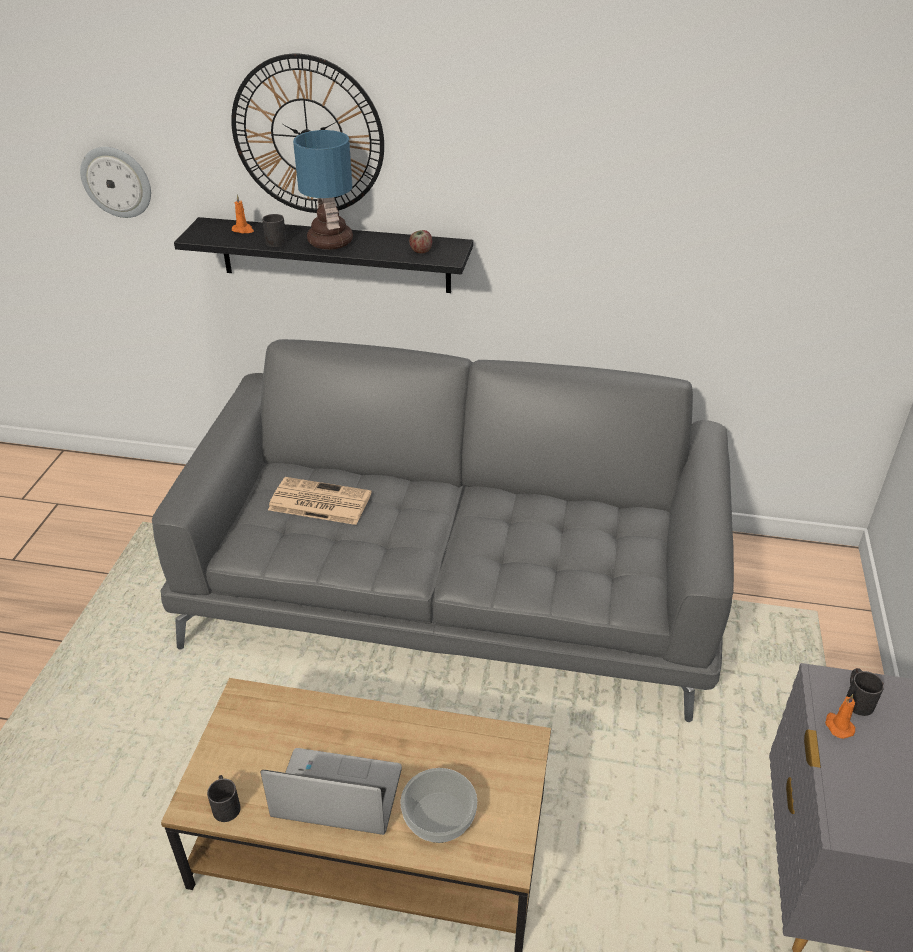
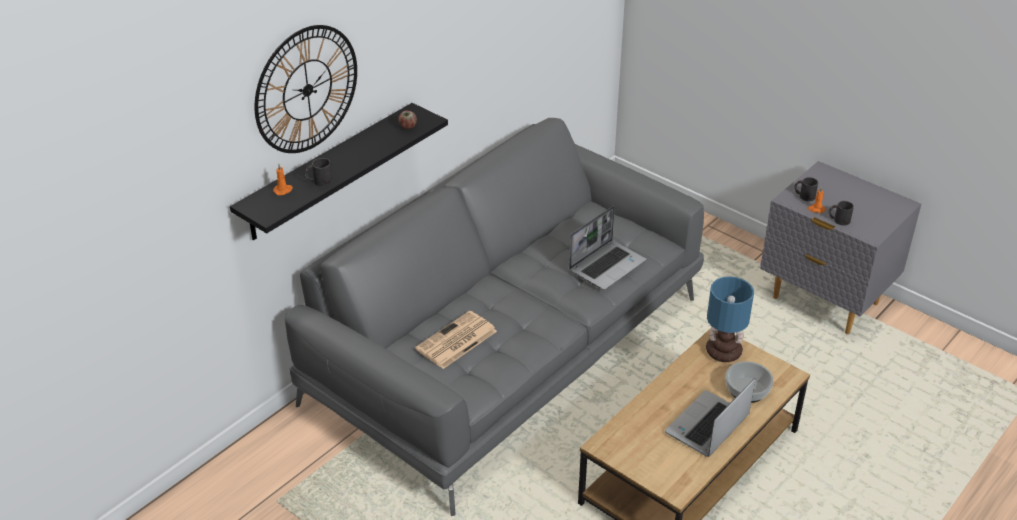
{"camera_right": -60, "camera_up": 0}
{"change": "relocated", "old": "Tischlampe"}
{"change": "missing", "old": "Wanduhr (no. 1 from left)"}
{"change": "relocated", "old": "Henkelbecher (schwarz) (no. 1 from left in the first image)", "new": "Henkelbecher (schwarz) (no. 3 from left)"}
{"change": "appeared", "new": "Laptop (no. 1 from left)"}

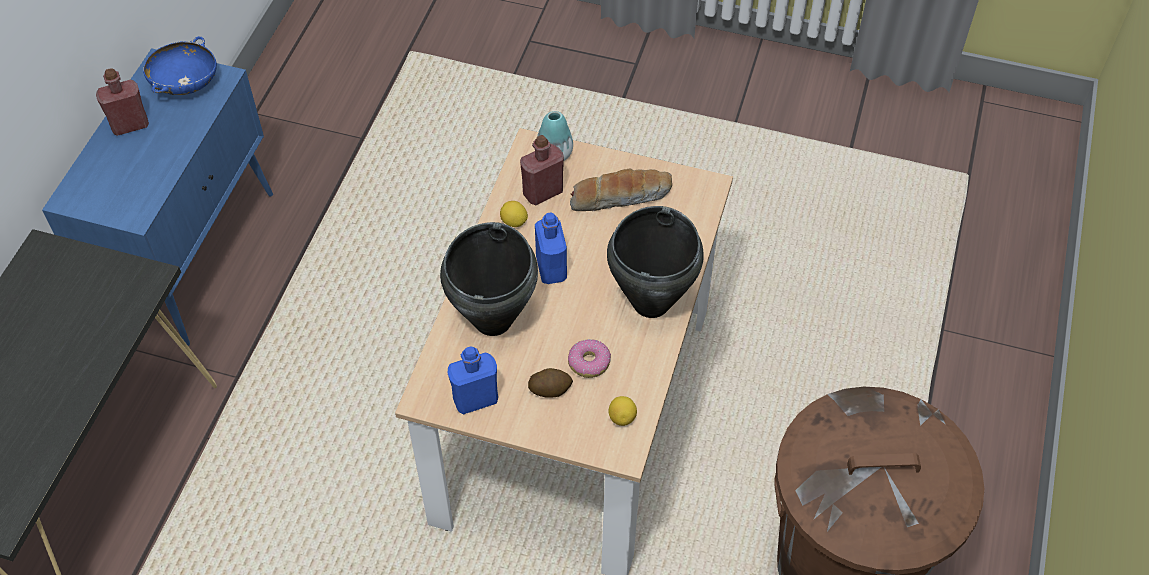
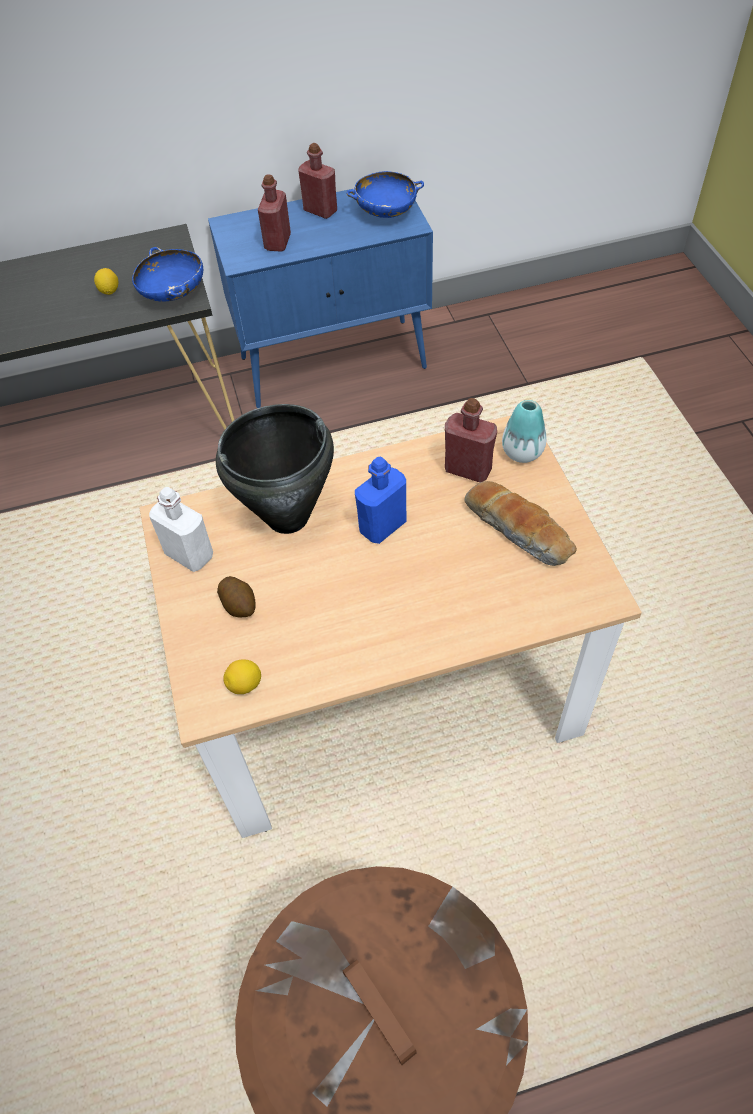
{"camera_right": 60, "camera_up": 0}
{"change": "relocated", "old": "Zitrone (no. 1 from left)"}
{"change": "missing", "old": "Kochtopf (schwarz) (no. 2 from left)"}
{"change": "missing", "old": "Donut"}
{"change": "colour", "old": "Flasche (blau) (no. 1 from left)", "new": "Flasche (weiß)"}
{"change": "appeared", "new": "Flasche (rot) (no. 1 from left)"}
{"change": "appeared", "new": "Schüssel (blau) (no. 1 from left)"}

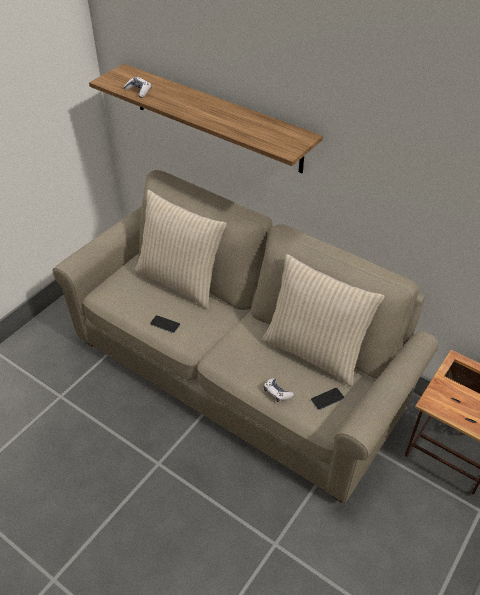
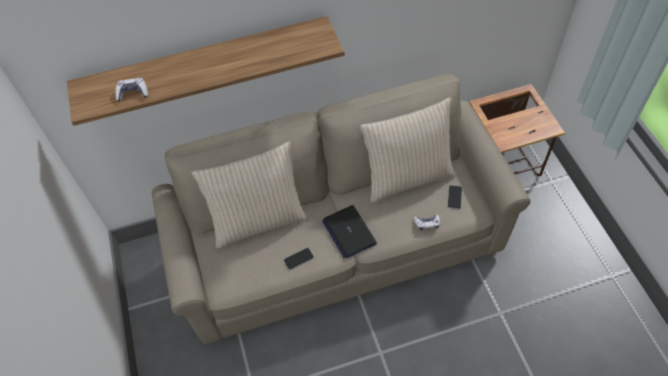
{"camera_right": -50, "camera_up": 10}
{"change": "appeared", "new": "Laptop"}

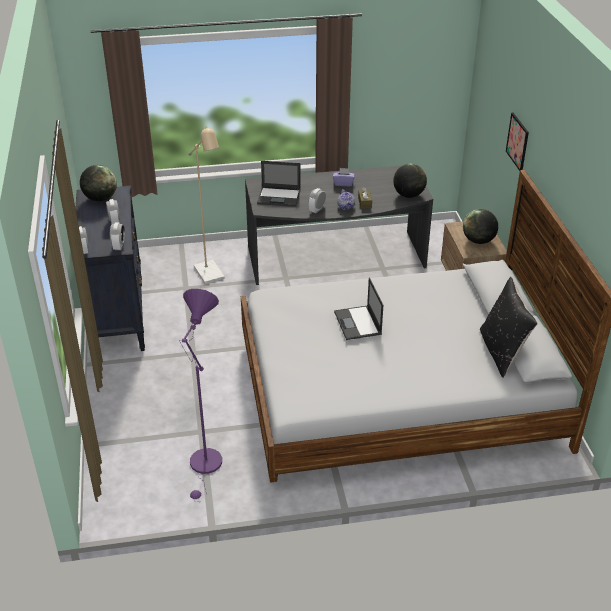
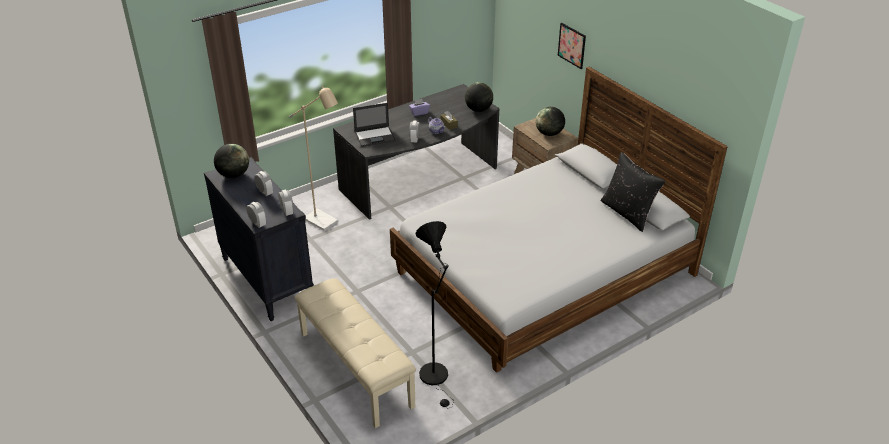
{"camera_right": -25, "camera_up": 0}
{"change": "missing", "old": "Laptop (no. 2 from left)"}
{"change": "colour", "old": "Stehlampe (lila)", "new": "Stehlampe (schwarz)"}
{"change": "appeared", "new": "Bank (beige)"}

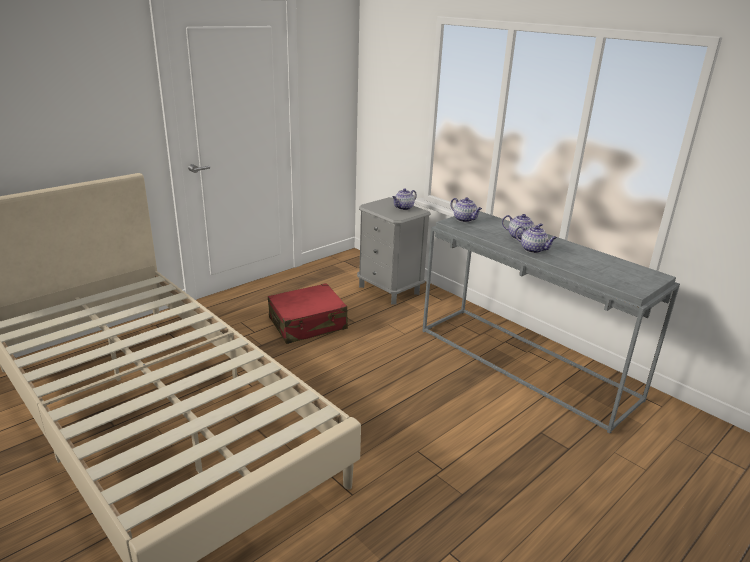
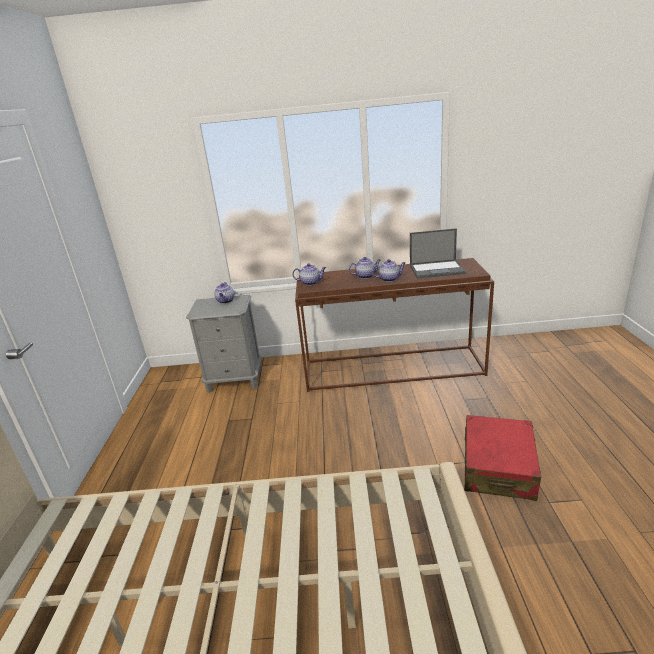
{"camera_right": -45, "camera_up": 0}
{"change": "colour", "old": "Konsolentisch (grau)", "new": "Konsolentisch (braun)"}
{"change": "relocated", "old": "Koffer (rot)"}
{"change": "appeared", "new": "Laptop"}

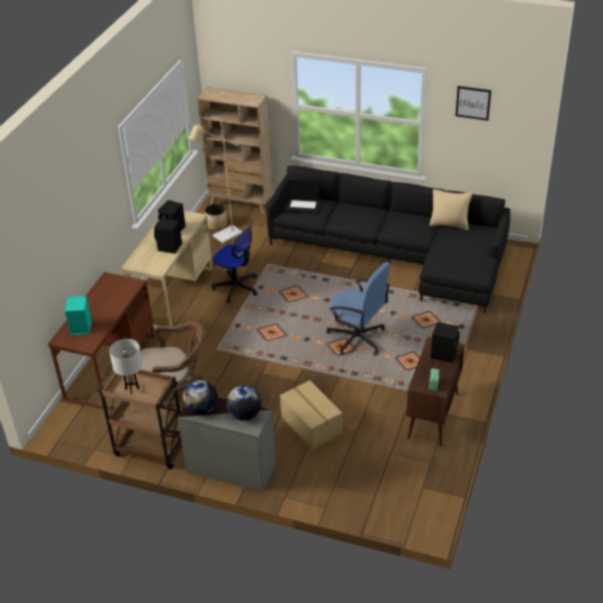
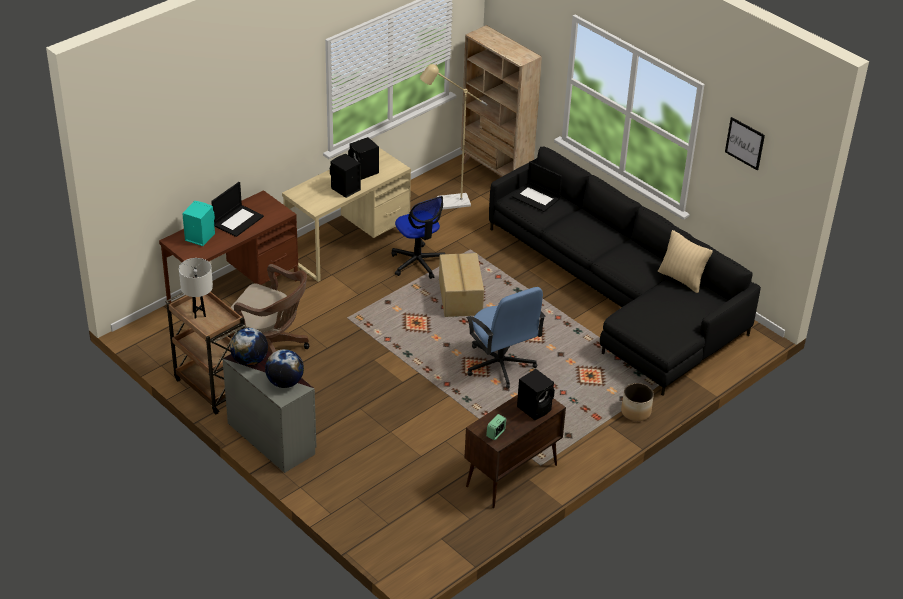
{"camera_right": 25, "camera_up": 0}
{"change": "relocated", "old": "Pflanzkübel"}
{"change": "relocated", "old": "Karton"}
{"change": "appeared", "new": "Laptop (no. 1 from left)"}

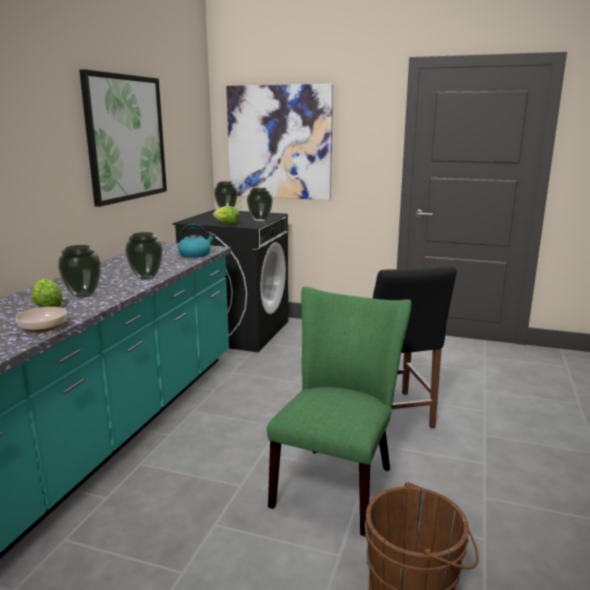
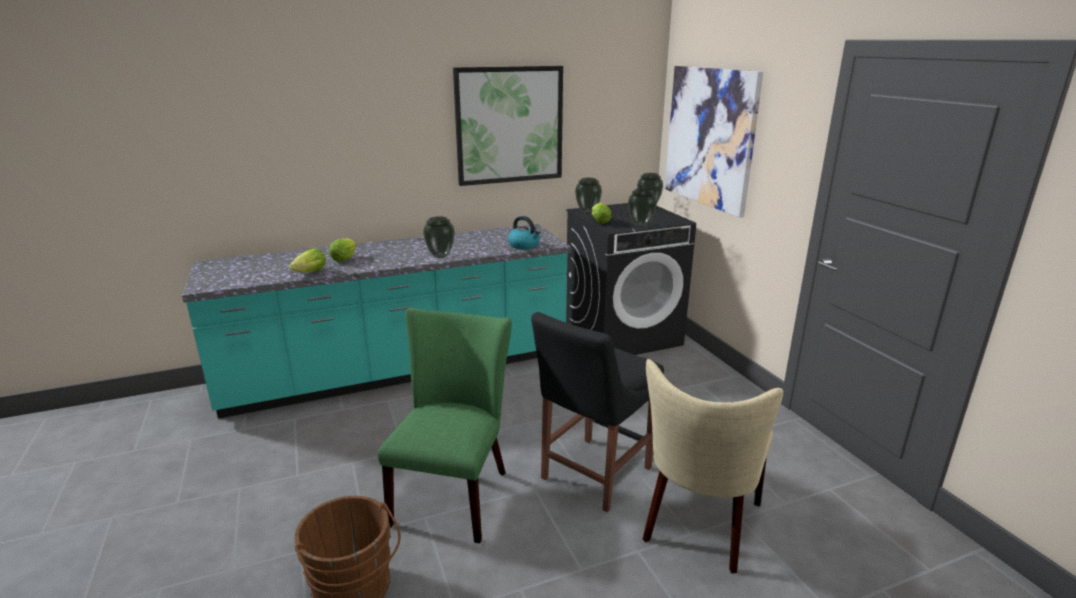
{"camera_right": 50, "camera_up": 5}
{"change": "relocated", "old": "Vase (no. 1 from left in the first image)", "new": "Vase (no. 2 from left)"}
{"change": "spun", "old": "Stuhl (grün)", "degrees": -60}
{"change": "exchanged", "old": "Schüssel", "new": "Salatkopf (no. 1 from left)"}
{"change": "appeared", "new": "Stuhl (beige)"}

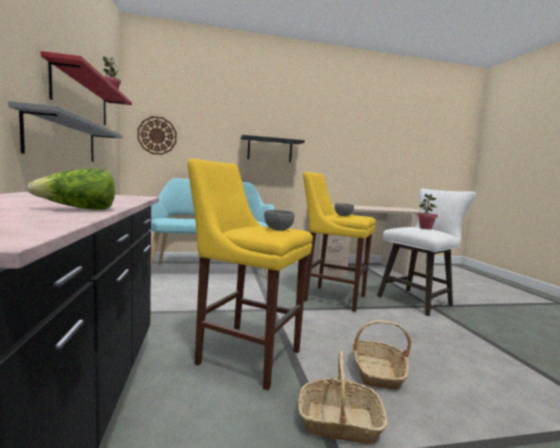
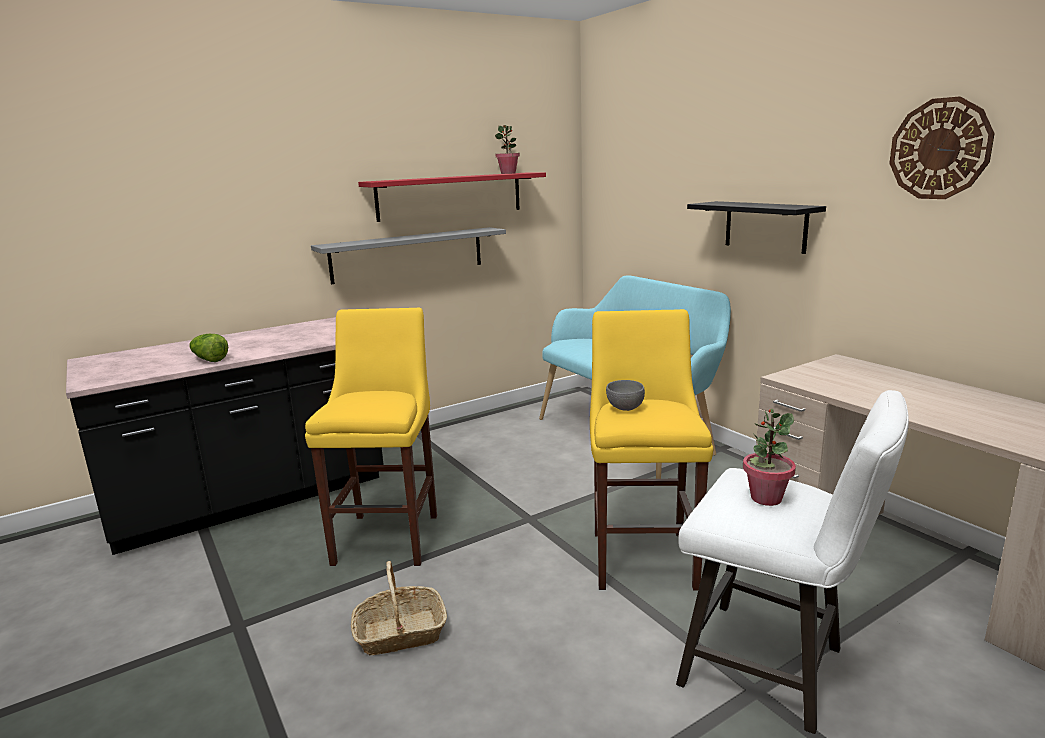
{"camera_right": 70, "camera_up": 10}
{"change": "relocated", "old": "Wanduhr"}
{"change": "missing", "old": "Schüssel (grau) (no. 1 from left)"}
{"change": "missing", "old": "Korb (no. 1 from left)"}

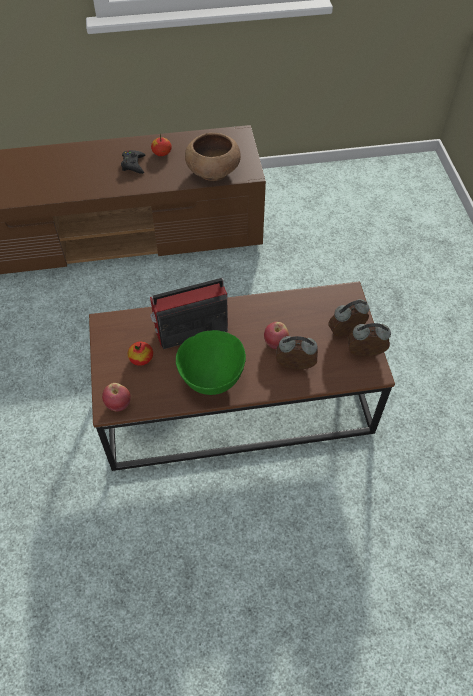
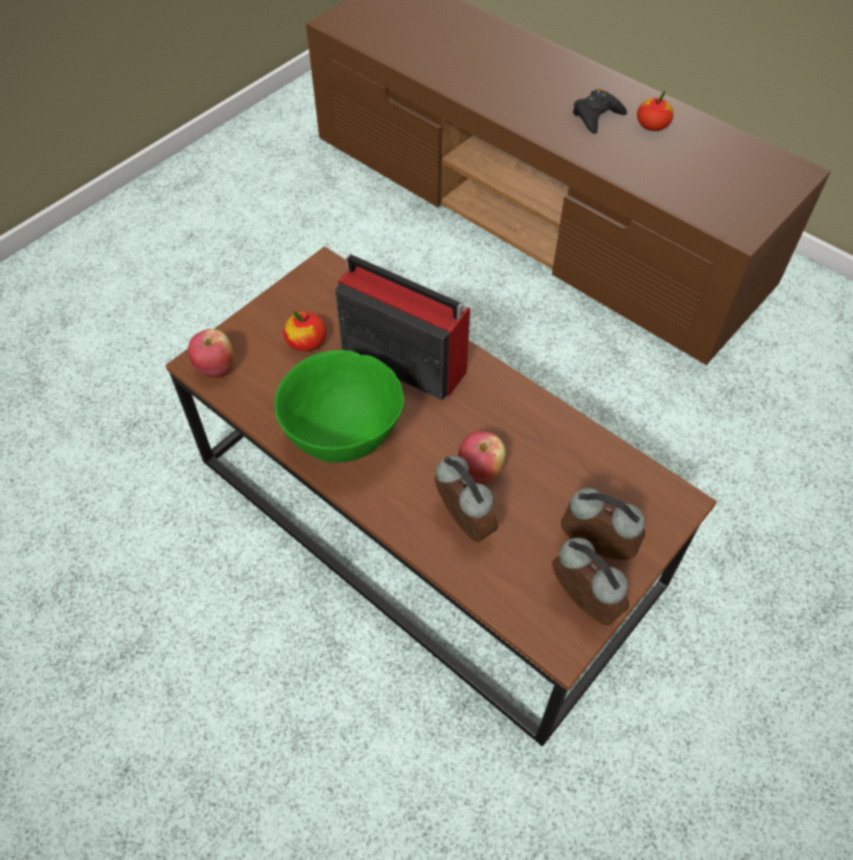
{"camera_right": 50, "camera_up": 0}
{"change": "missing", "old": "Schüssel (braun)"}

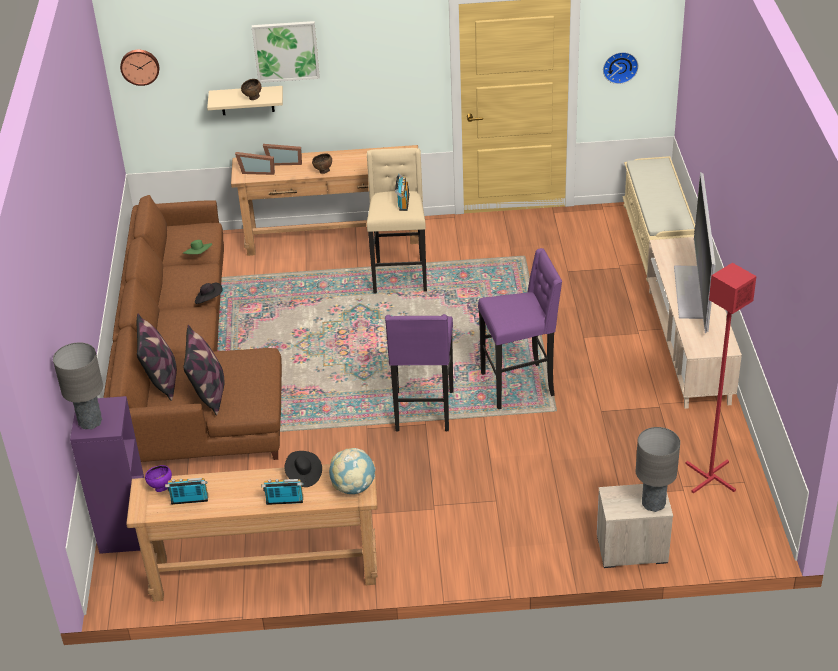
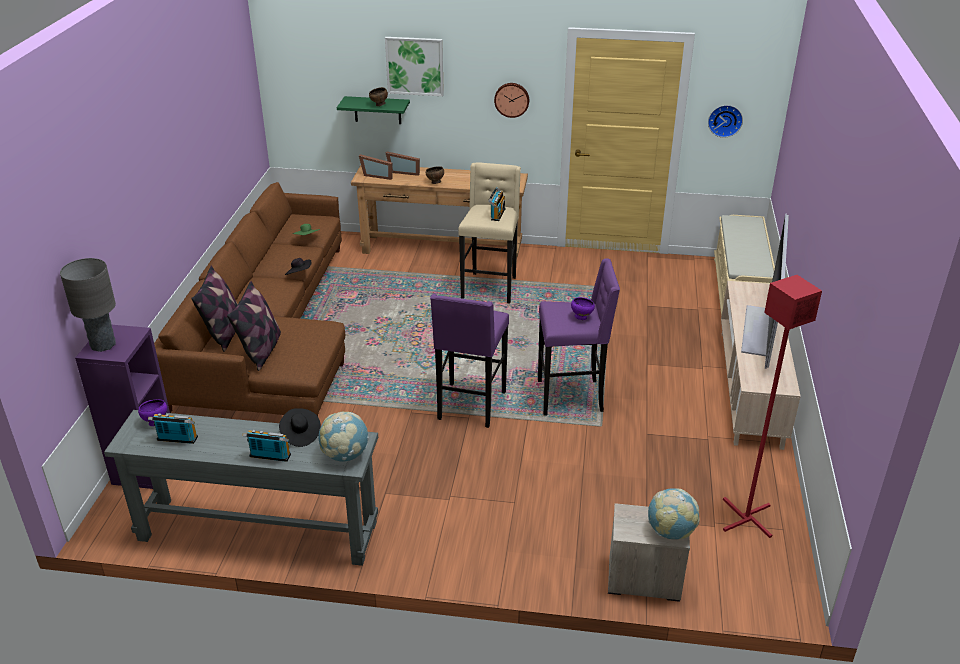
{"camera_right": 10, "camera_up": -5}
{"change": "relocated", "old": "Wanduhr (no. 1 from left)"}
{"change": "colour", "old": "Wandregal (beige)", "new": "Wandregal (grün)"}
{"change": "exchanged", "old": "Tischlampe (grau) (no. 2 from left)", "new": "Globus (no. 2 from left)"}
{"change": "colour", "old": "Konsolentisch (braun) (no. 1 from left)", "new": "Konsolentisch (grau)"}
{"change": "appeared", "new": "Schüssel (lila) (no. 2 from left)"}

